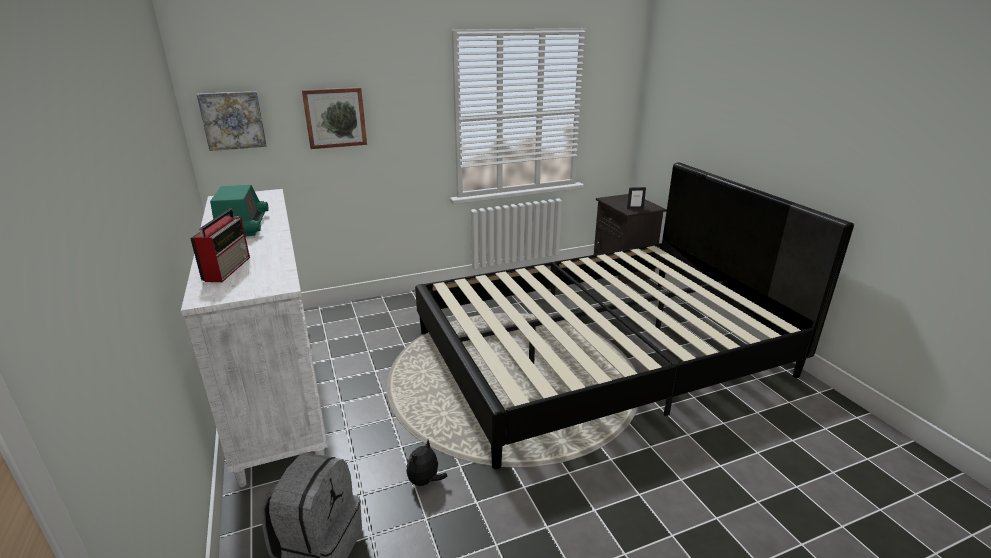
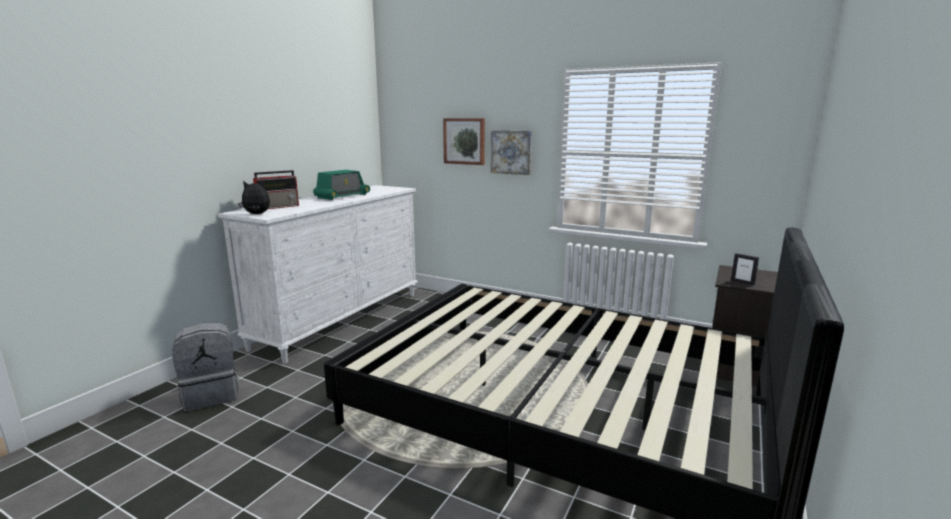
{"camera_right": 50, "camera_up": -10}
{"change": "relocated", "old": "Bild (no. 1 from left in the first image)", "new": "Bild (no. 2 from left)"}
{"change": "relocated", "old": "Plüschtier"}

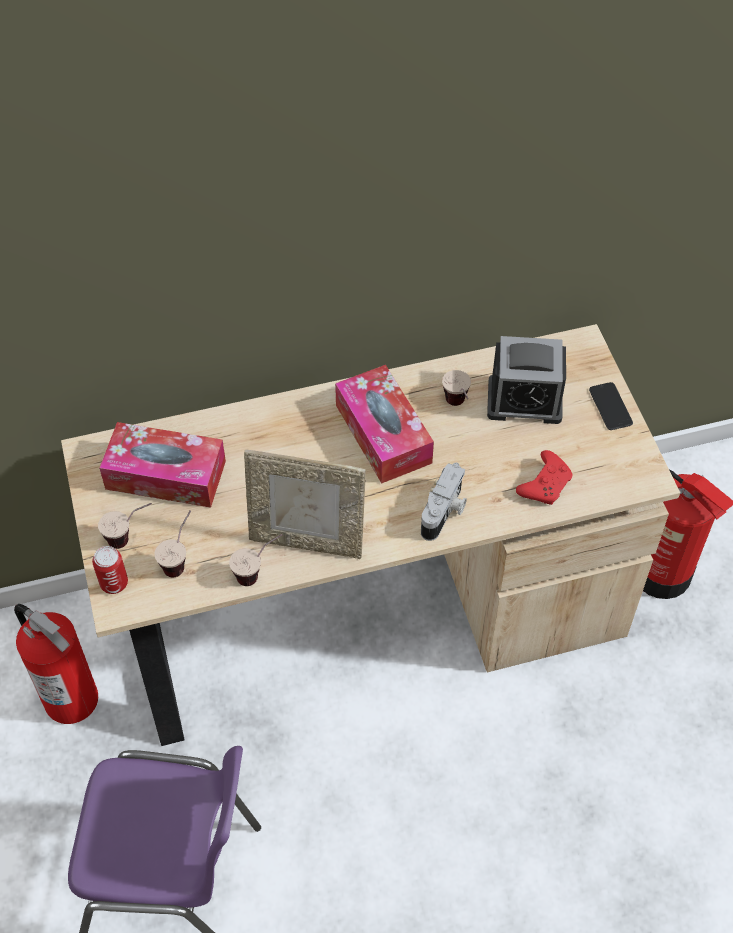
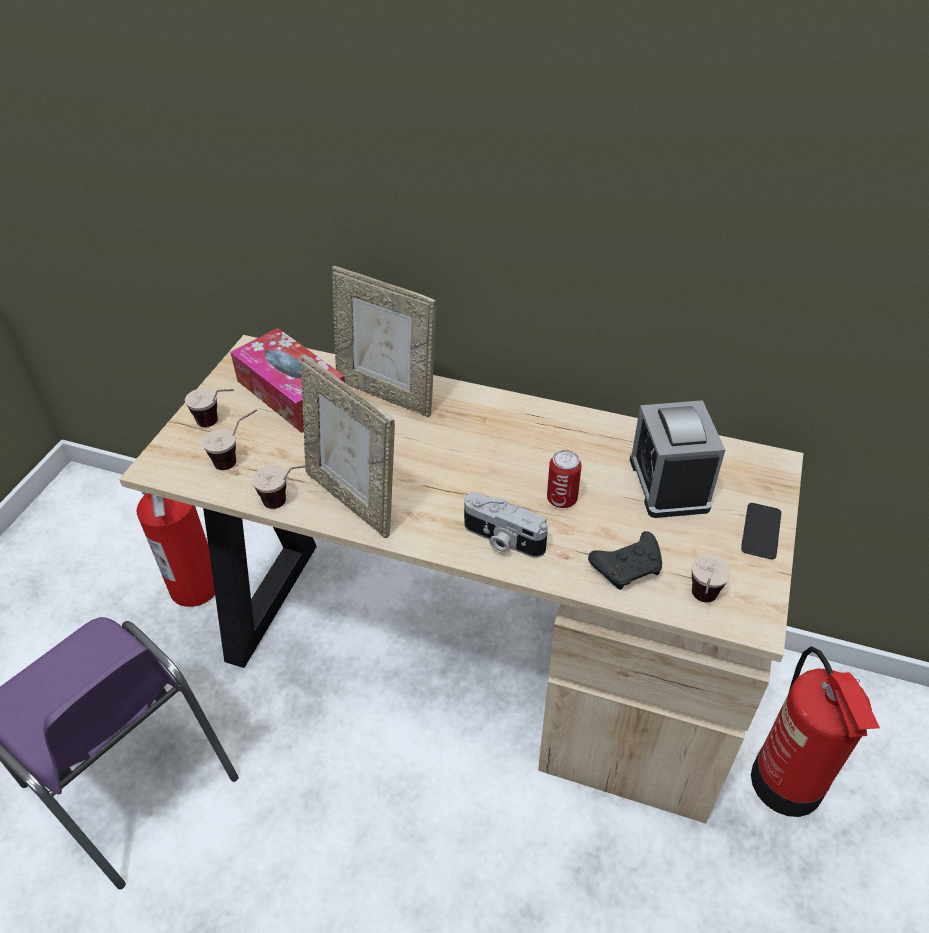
{"camera_right": 35, "camera_up": -10}
{"change": "spun", "old": "Wecker", "degrees": 45}
{"change": "missing", "old": "Taschentuchbox (no. 2 from left)"}
{"change": "relocated", "old": "Tasse (no. 4 from left)"}
{"change": "colour", "old": "Gamepad (rot)", "new": "Gamepad (schwarz)"}
{"change": "spun", "old": "Kamera", "degrees": 60}
{"change": "relocated", "old": "Dose"}
{"change": "appeared", "new": "Bilderrahmen (no. 2 from left)"}

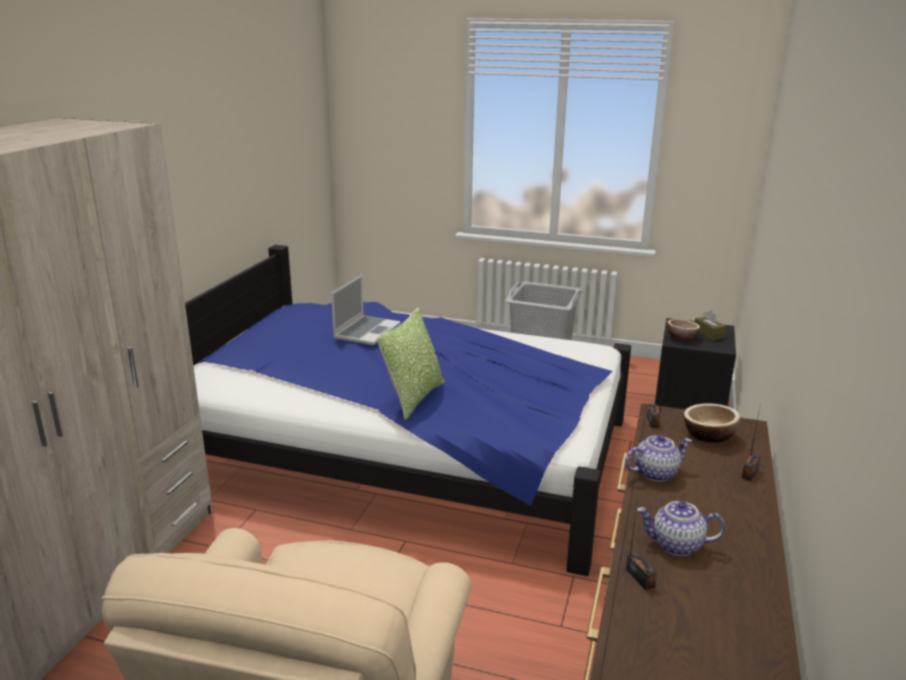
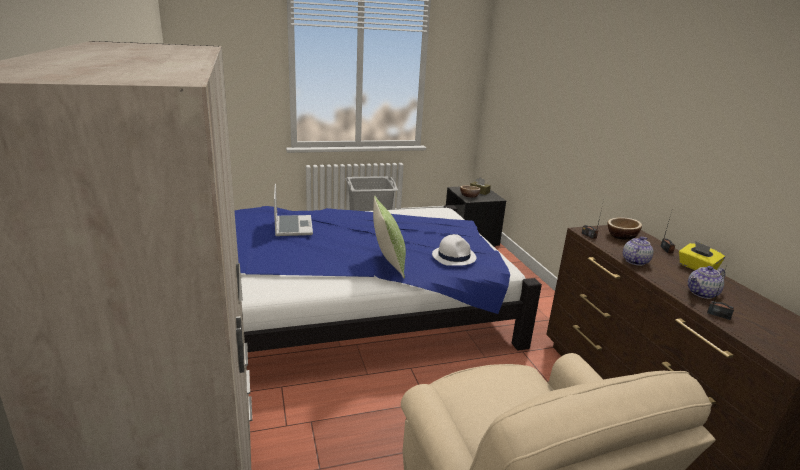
{"camera_right": -35, "camera_up": 0}
{"change": "appeared", "new": "Hut (weiß)"}
{"change": "appeared", "new": "Taschentuchbox (gelb)"}

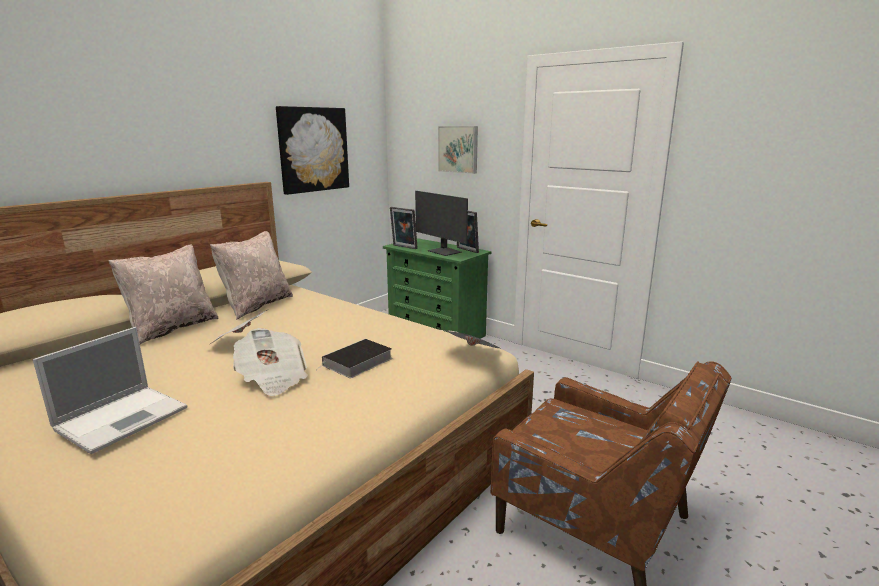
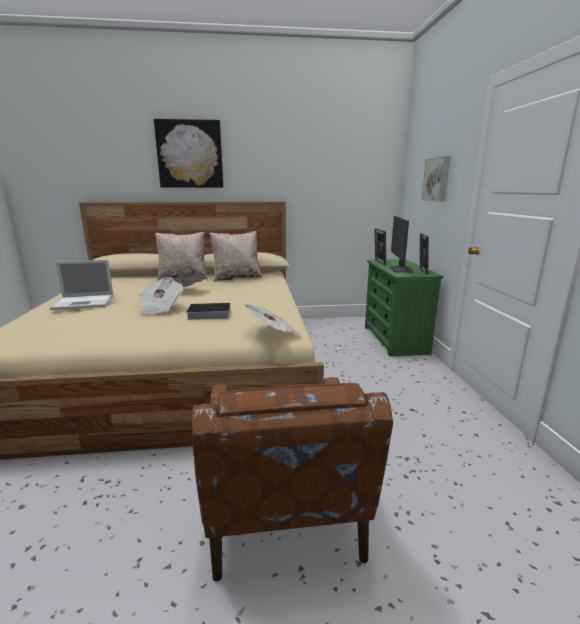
{"camera_right": 45, "camera_up": 0}
{"change": "relocated", "old": "Bild (no. 1 from left)"}

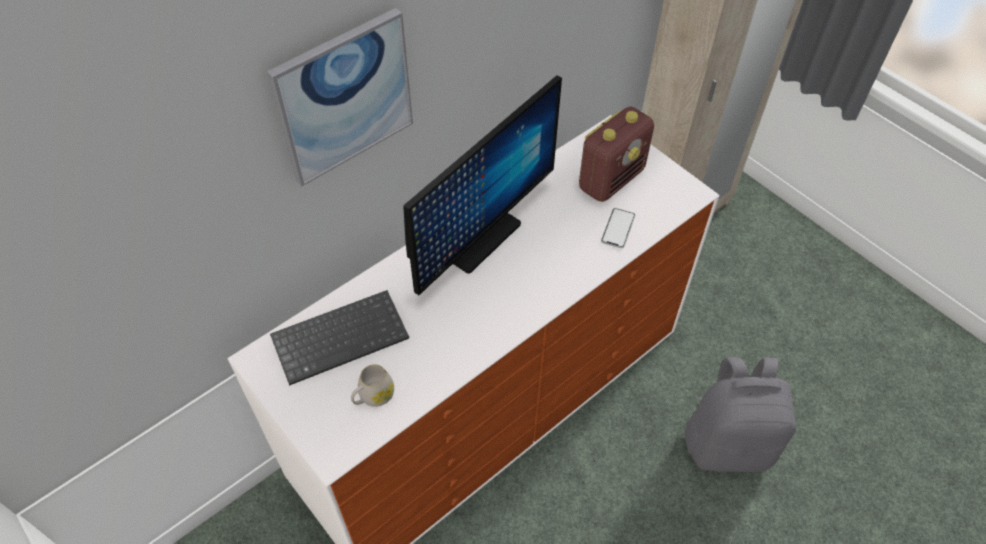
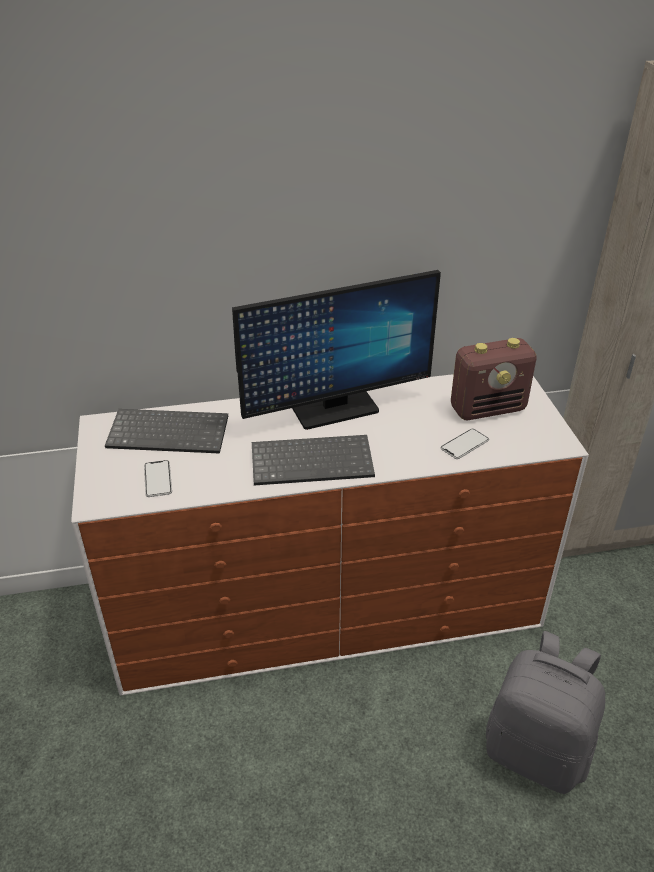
{"camera_right": 30, "camera_up": -15}
{"change": "missing", "old": "Bild"}
{"change": "exchanged", "old": "Henkelbecher (weiß)", "new": "Handy (no. 1 from left)"}
{"change": "appeared", "new": "Tastatur (no. 2 from left)"}

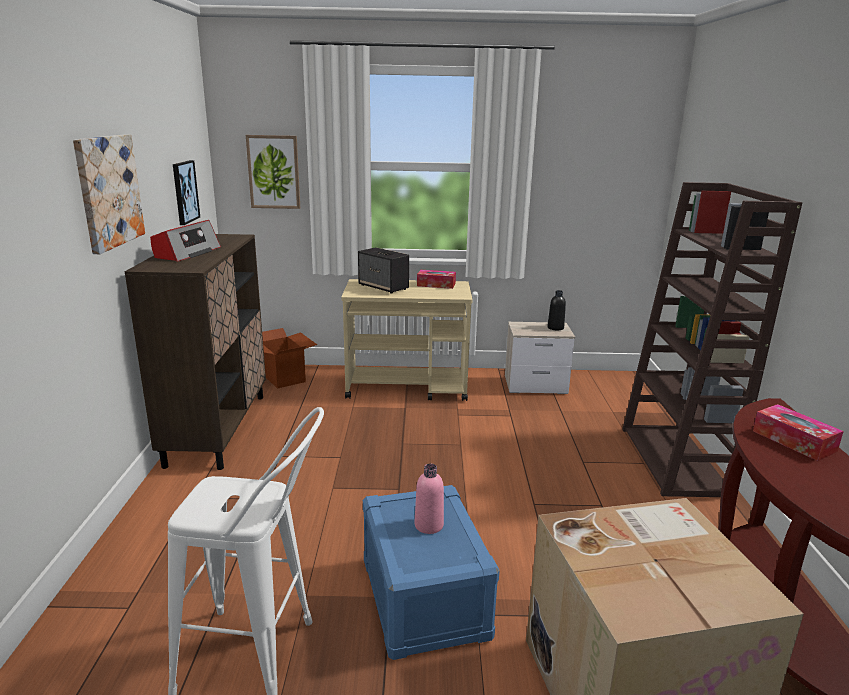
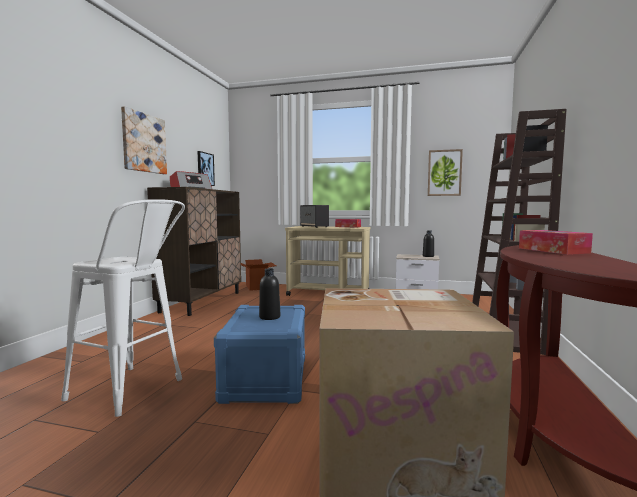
{"camera_right": 15, "camera_up": -15}
{"change": "relocated", "old": "Bild (no. 3 from left)"}
{"change": "colour", "old": "Flasche (rosa)", "new": "Flasche (schwarz) (no. 1 from left)"}

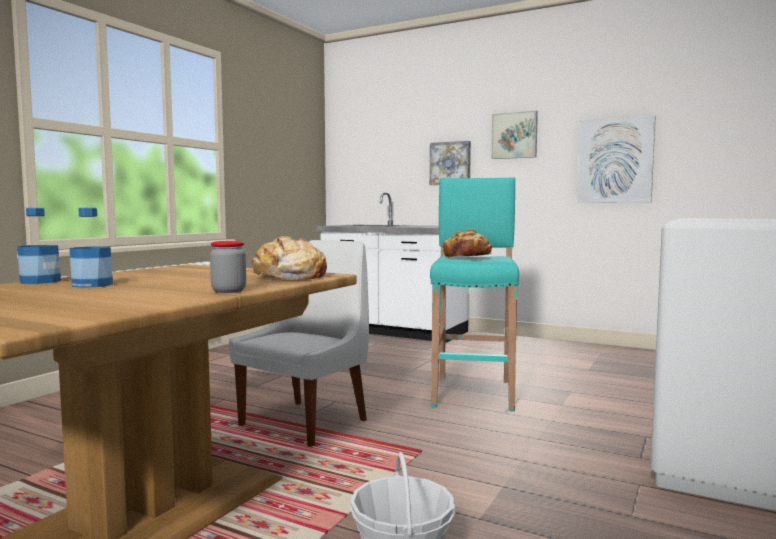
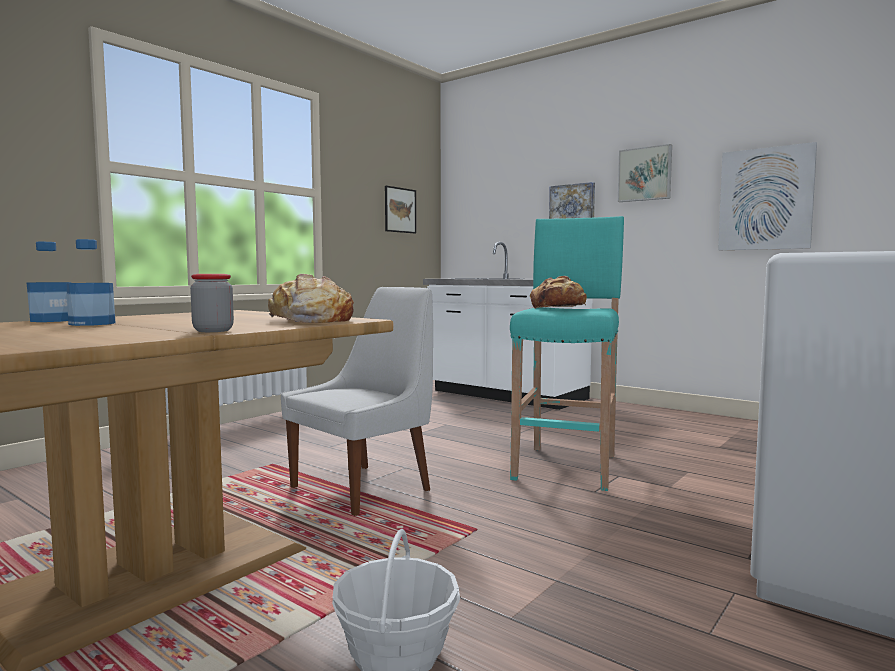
{"camera_right": 10, "camera_up": 0}
{"change": "appeared", "new": "Bild (no. 1 from left)"}

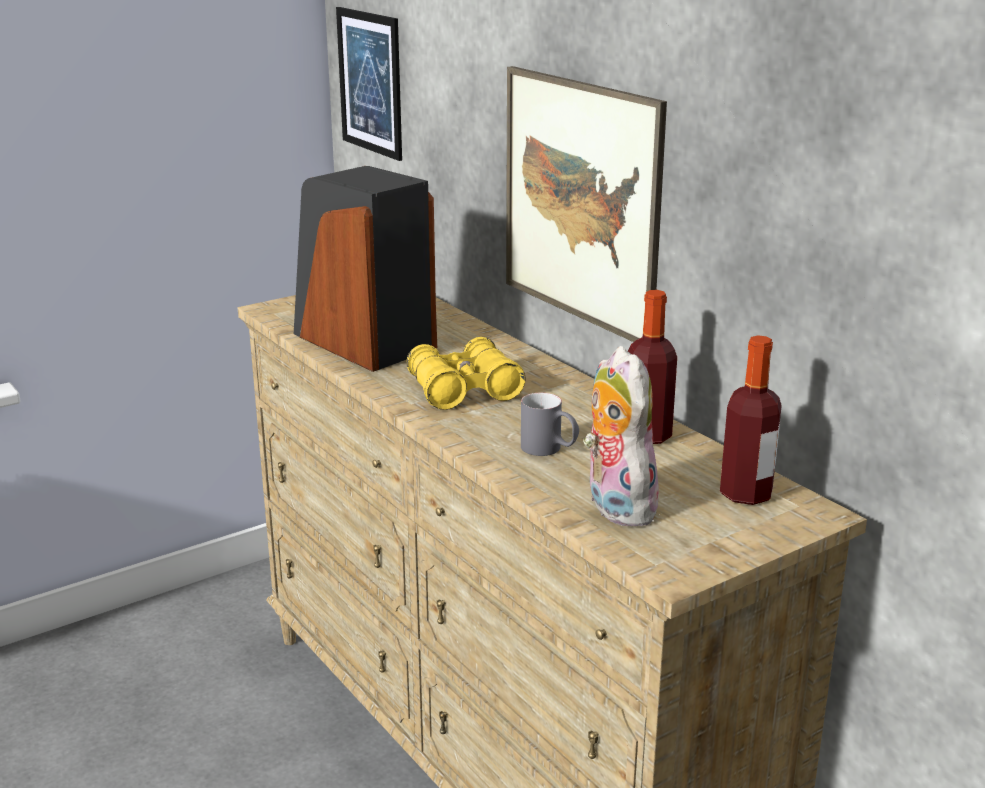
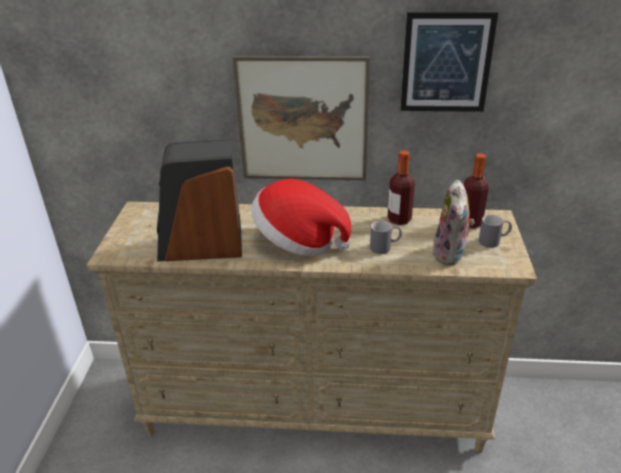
{"camera_right": -50, "camera_up": 10}
{"change": "relocated", "old": "Bild (no. 1 from left in the first image)", "new": "Bild (no. 2 from left)"}
{"change": "exchanged", "old": "Fernglas (gelb)", "new": "Hut"}
{"change": "spun", "old": "Plüschtier", "degrees": -105}
{"change": "appeared", "new": "Henkelbecher (grau) (no. 2 from left)"}

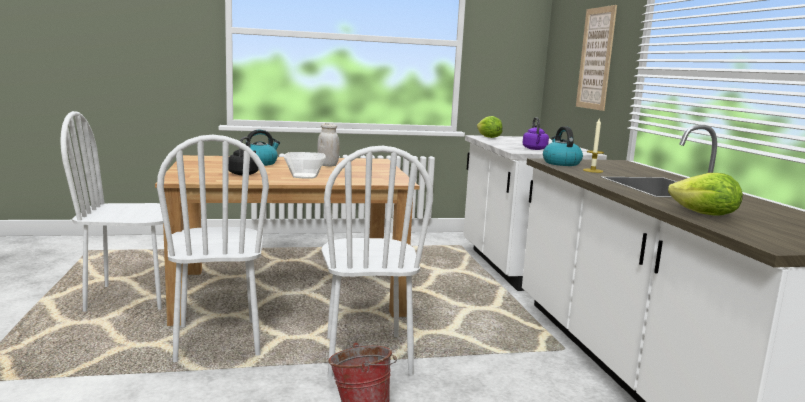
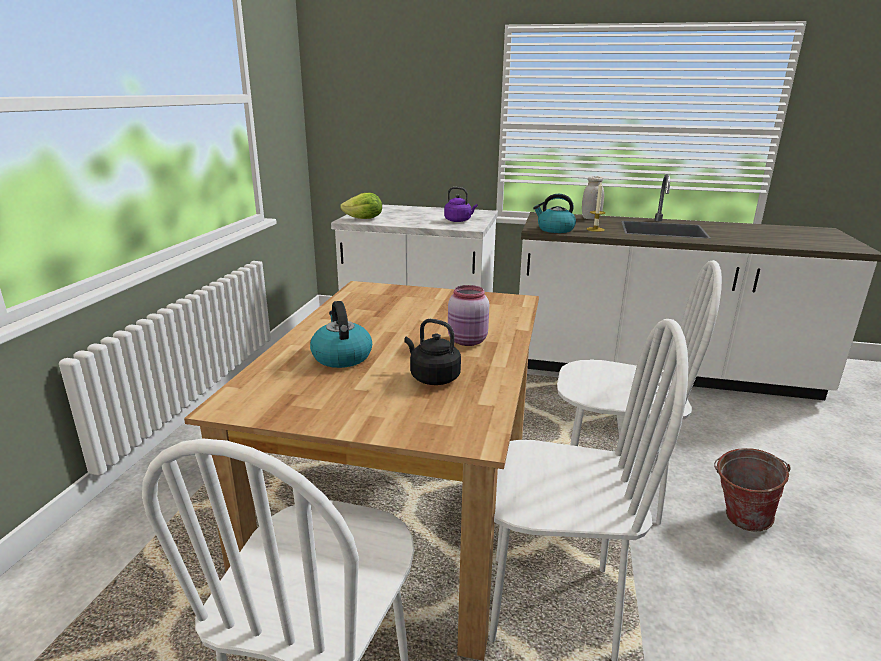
{"camera_right": -65, "camera_up": 10}
{"change": "missing", "old": "Bild"}
{"change": "relocated", "old": "Vorratsglas (weiß)"}
{"change": "exchanged", "old": "Schüssel", "new": "Vorratsglas (rosa)"}
{"change": "missing", "old": "Salatkopf (no. 2 from left)"}

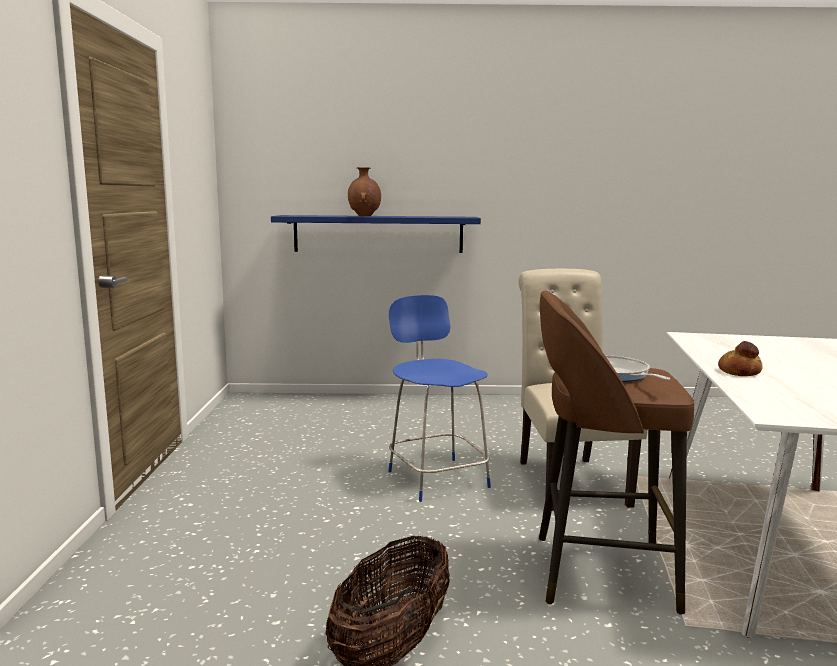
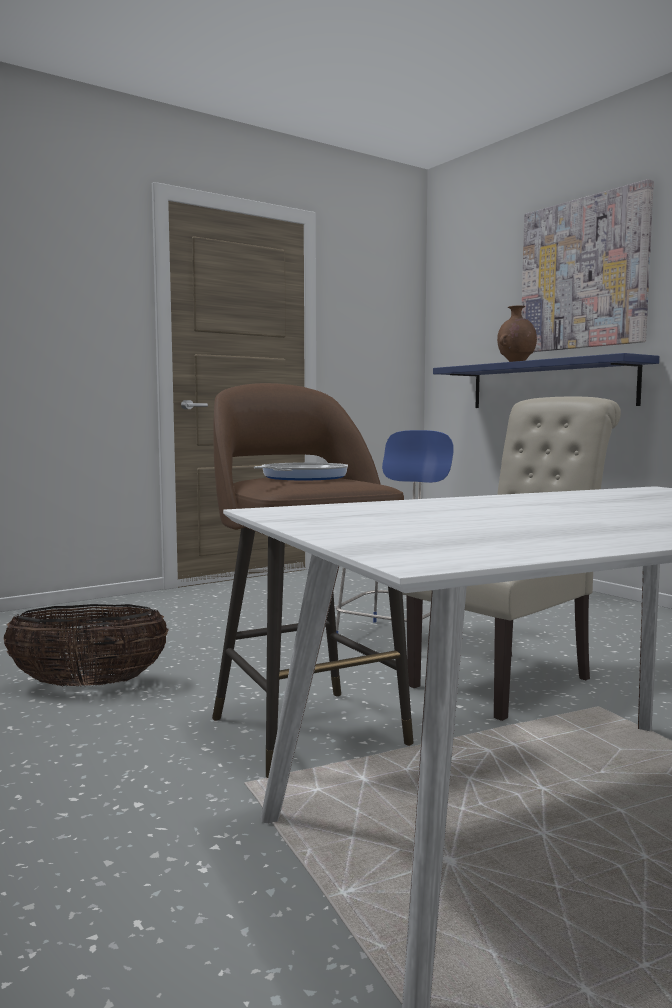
{"camera_right": 55, "camera_up": -5}
{"change": "missing", "old": "Brot"}
{"change": "appeared", "new": "Bild"}

